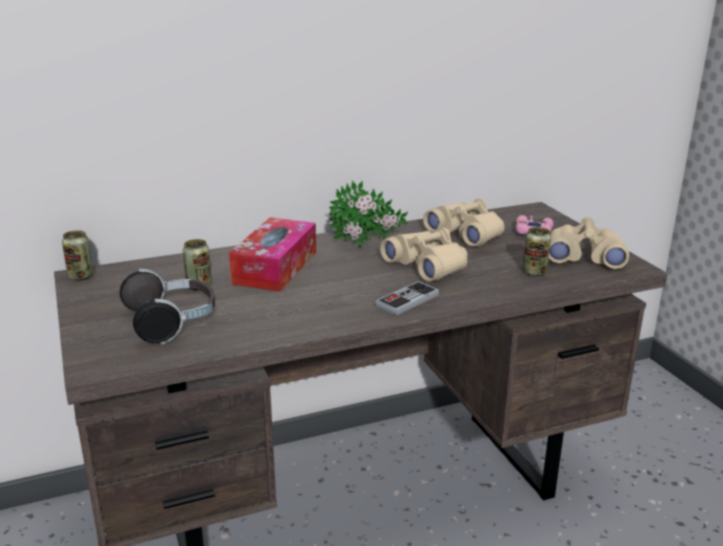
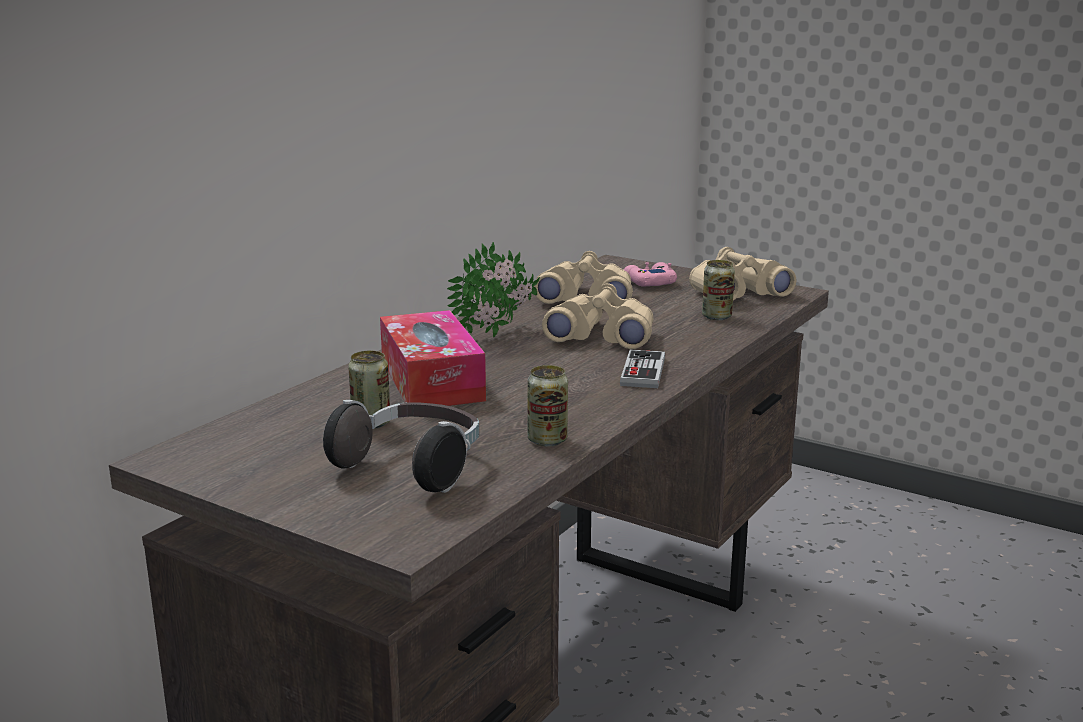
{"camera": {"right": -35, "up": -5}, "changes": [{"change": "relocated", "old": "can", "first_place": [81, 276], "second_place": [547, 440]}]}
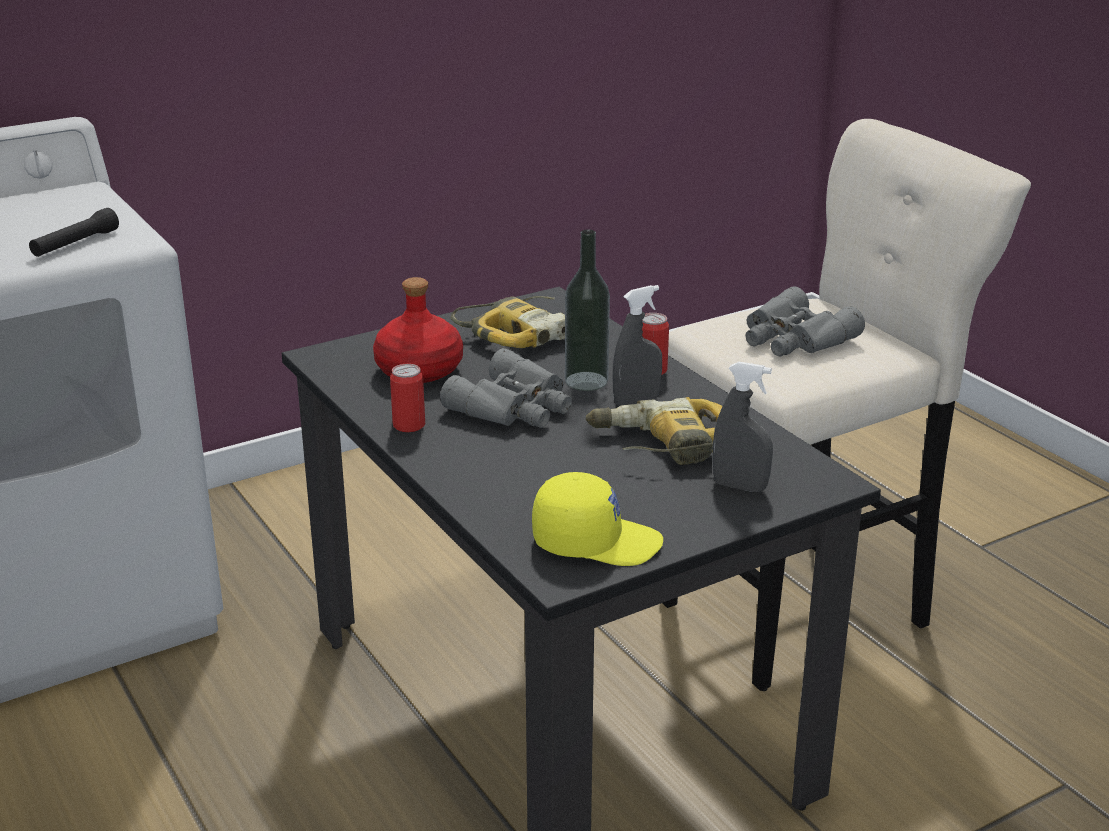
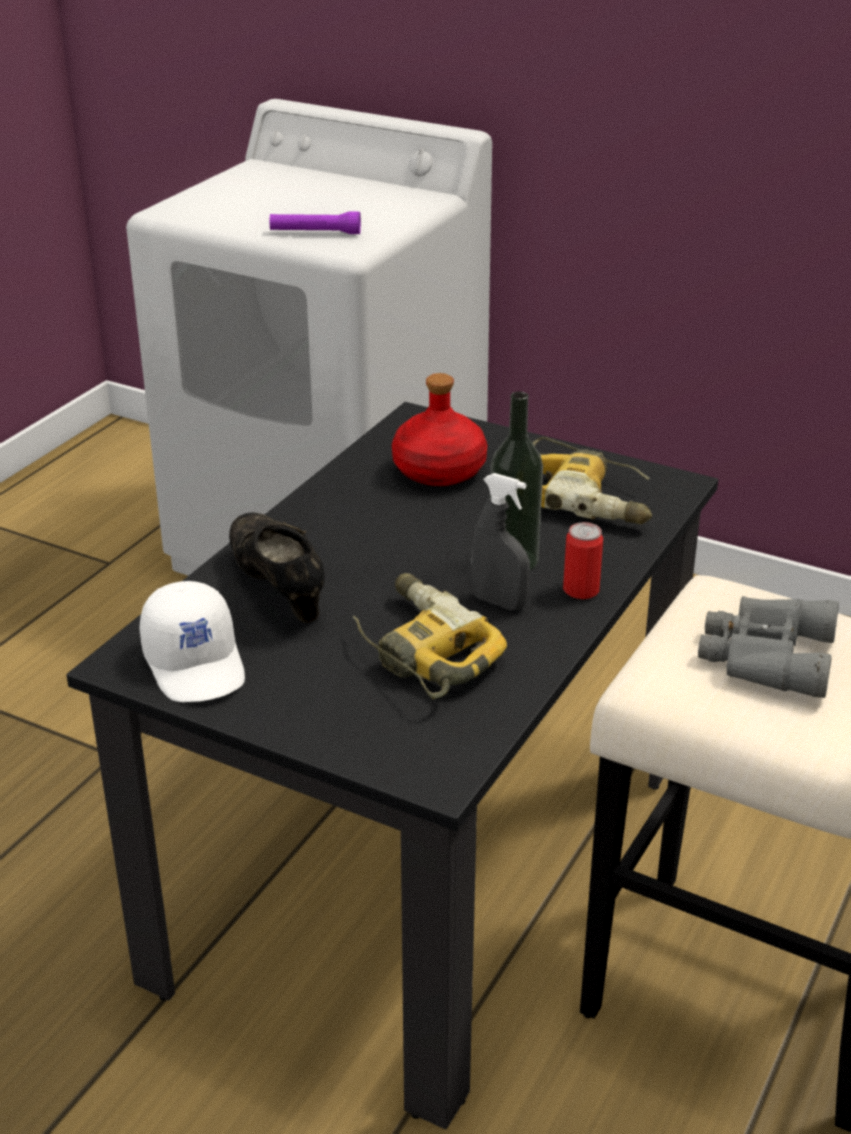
{"camera": {"right": 60, "up": 5}, "changes": [{"change": "colour", "old": "black flashlight", "new": "purple flashlight", "first_place": [75, 244], "second_place": [315, 233]}, {"change": "missing", "old": "grey binoculars", "first_place": [515, 407]}, {"change": "missing", "old": "grey spray bottle", "first_place": [740, 486]}, {"change": "missing", "old": "can", "first_place": [409, 425]}, {"change": "colour", "old": "yellow cap", "new": "white cap", "first_place": [596, 541], "second_place": [196, 664]}, {"change": "appeared", "new": "black shoe", "second_place": [278, 588]}]}
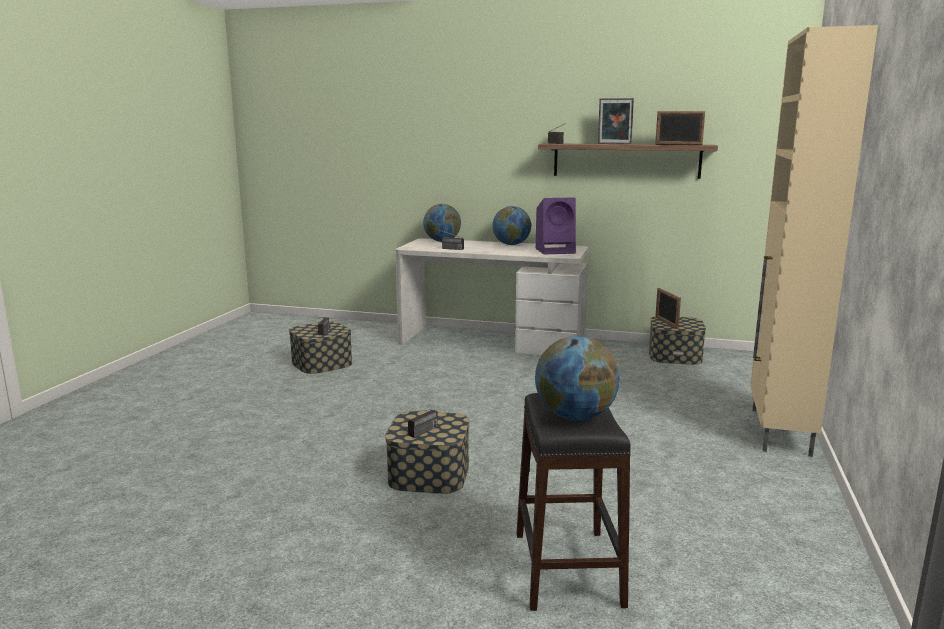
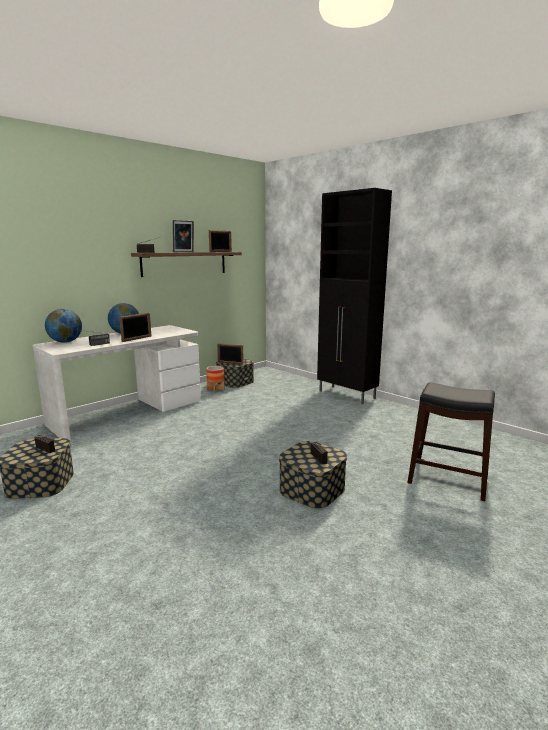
{"camera": {"right": -60, "up": 0}, "changes": [{"change": "colour", "old": "beige cabinet", "new": "black cabinet", "first_place": [779, 432], "second_place": [347, 395]}, {"change": "missing", "old": "purple speaker", "first_place": [556, 251]}, {"change": "missing", "old": "globe", "first_place": [575, 417]}, {"change": "appeared", "new": "picture frame", "second_place": [137, 339]}, {"change": "appeared", "new": "planter", "second_place": [215, 390]}]}
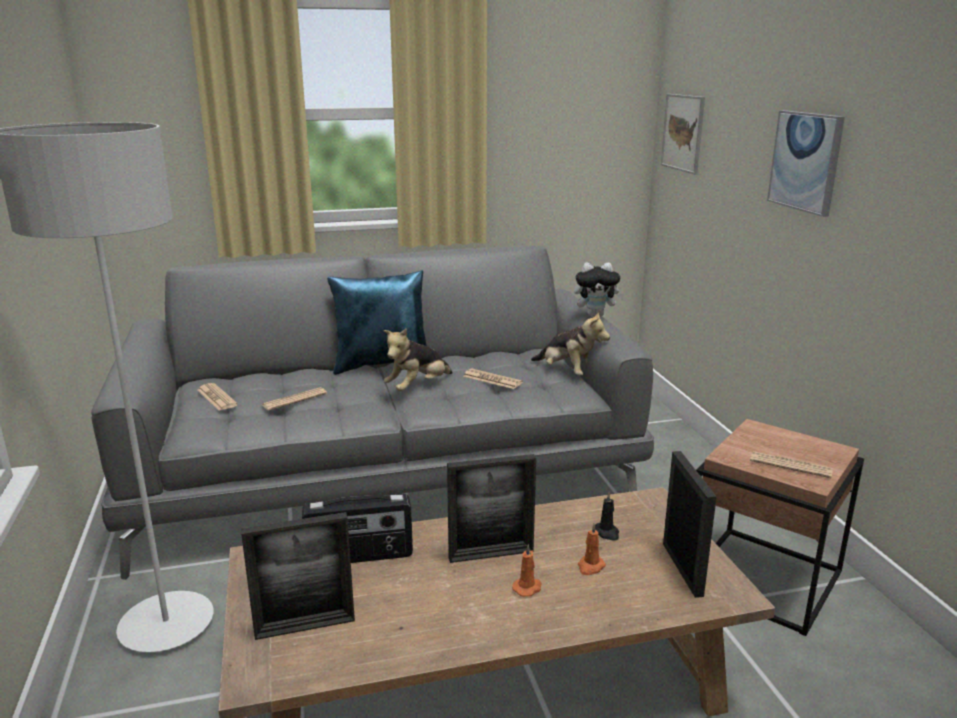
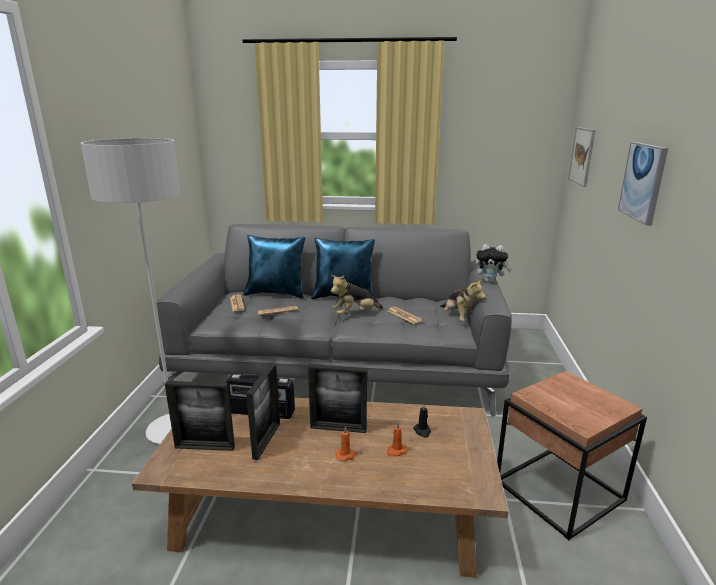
{"camera": {"right": 20, "up": 0}, "changes": [{"change": "relocated", "old": "picture frame", "first_place": [682, 569], "second_place": [266, 440]}, {"change": "missing", "old": "newspaper", "first_place": [790, 465]}, {"change": "appeared", "new": "blue pillow", "second_place": [276, 293]}]}
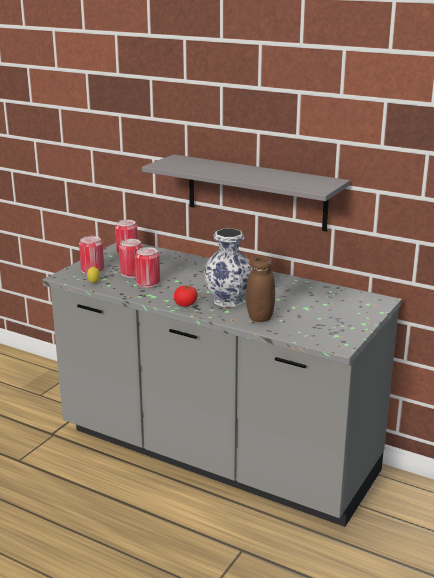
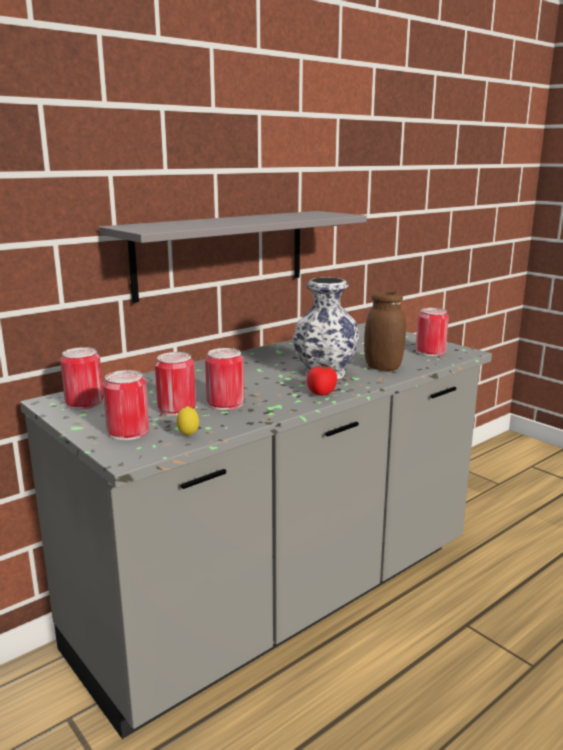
{"camera": {"right": -70, "up": -5}, "changes": [{"change": "appeared", "new": "can", "second_place": [430, 351]}]}
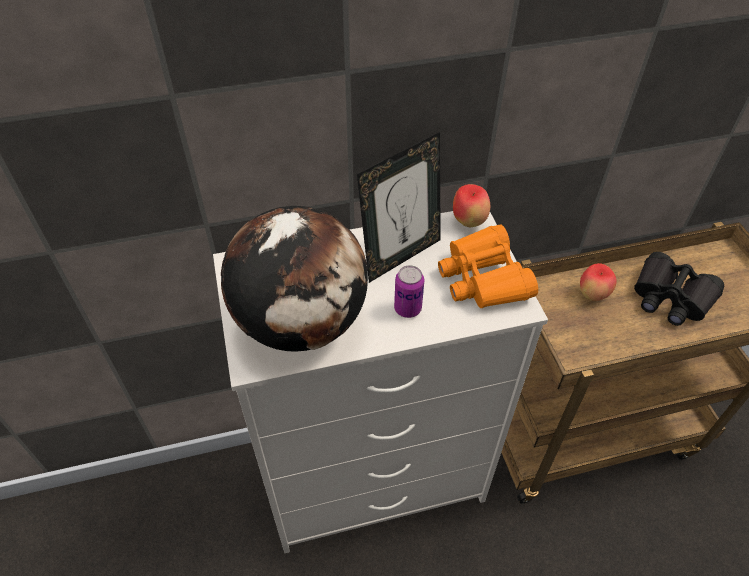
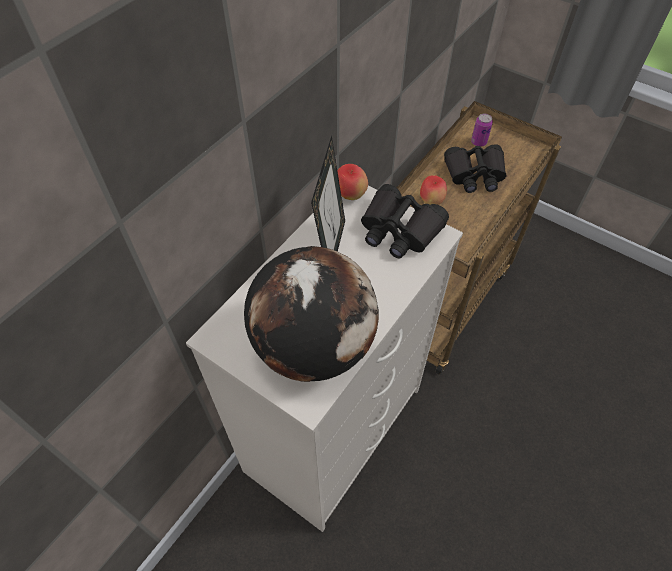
{"camera": {"right": -40, "up": 5}, "changes": [{"change": "colour", "old": "orange binoculars", "new": "black binoculars", "first_place": [483, 278], "second_place": [399, 230]}, {"change": "relocated", "old": "can", "first_place": [407, 308], "second_place": [478, 142]}]}
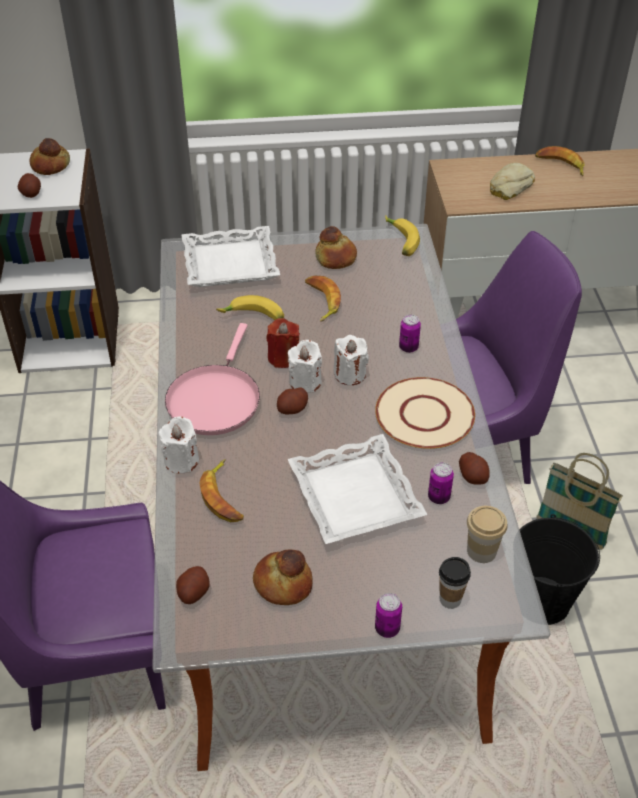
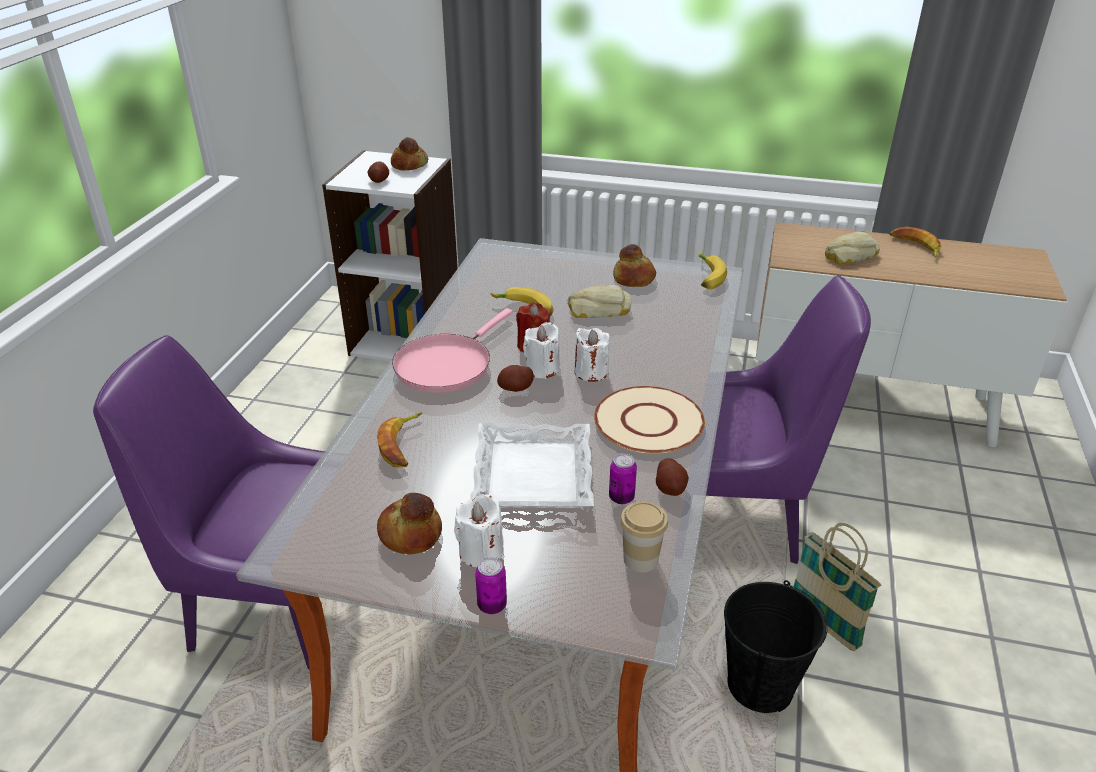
{"camera": {"right": 20, "up": -10}, "changes": [{"change": "missing", "old": "white tray", "first_place": [230, 263]}, {"change": "exchanged", "old": "banana", "new": "bread", "first_place": [321, 301], "second_place": [598, 309]}, {"change": "missing", "old": "can", "first_place": [408, 347]}, {"change": "relocated", "old": "white candle", "first_place": [181, 460], "second_place": [481, 552]}, {"change": "missing", "old": "cup", "first_place": [450, 599]}, {"change": "missing", "old": "potato", "first_place": [193, 592]}]}
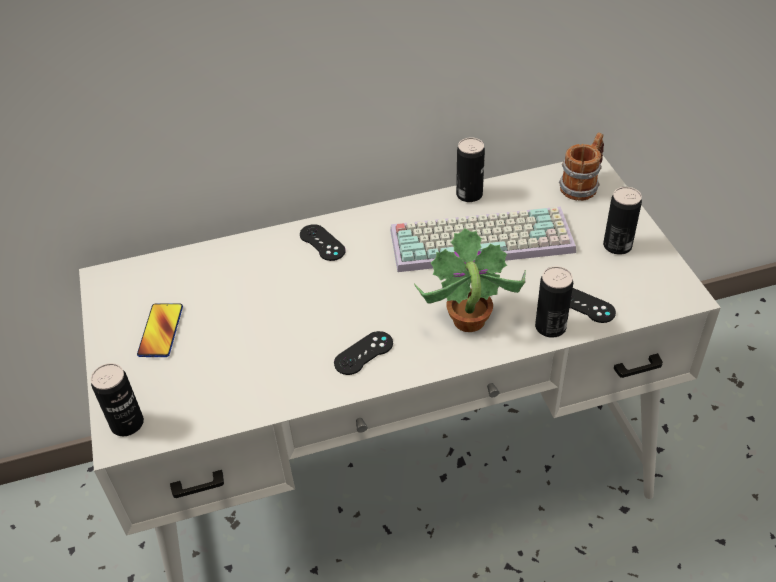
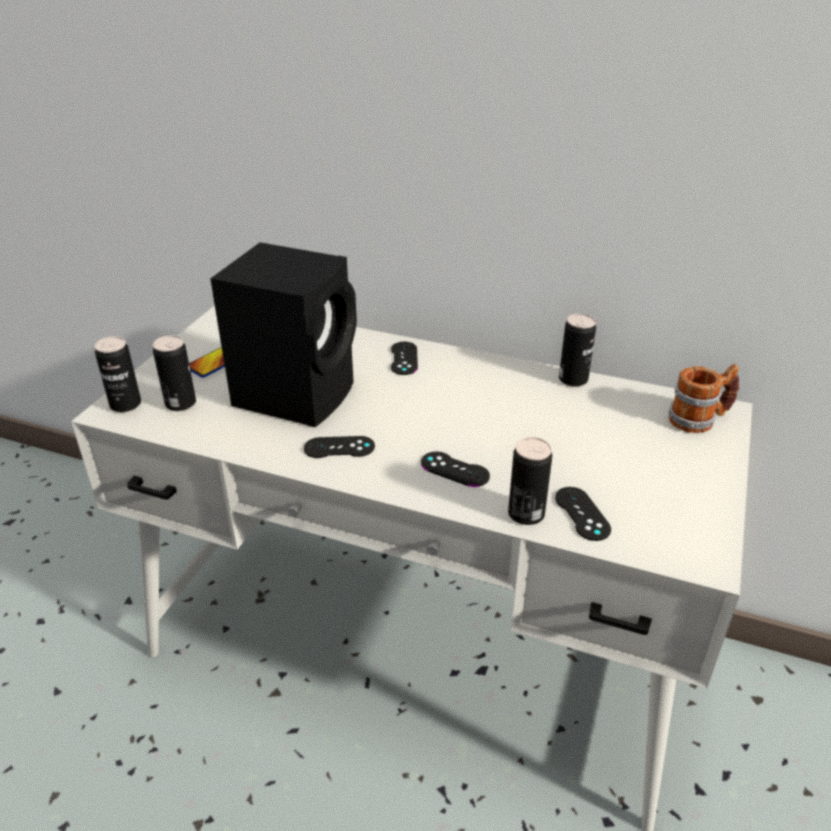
{"camera": {"right": 35, "up": -10}, "changes": [{"change": "relocated", "old": "can", "first_place": [617, 246], "second_place": [180, 403]}, {"change": "missing", "old": "keyboard", "first_place": [483, 238]}, {"change": "exchanged", "old": "potted plant", "new": "black game controller", "first_place": [468, 321], "second_place": [454, 469]}, {"change": "appeared", "new": "black speaker", "second_place": [297, 393]}]}
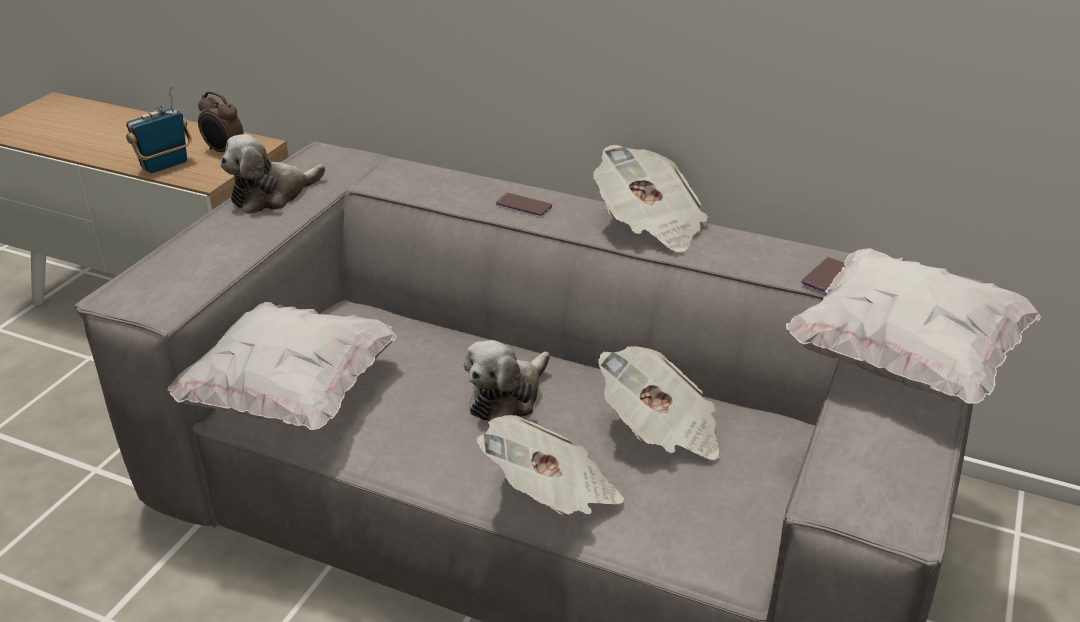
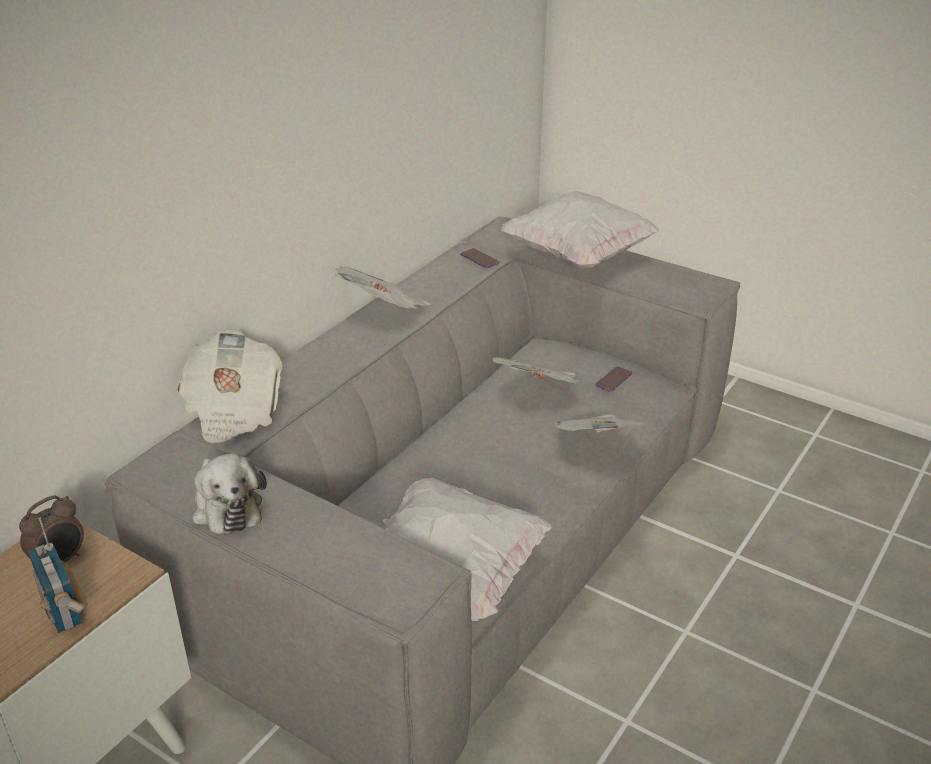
{"camera": {"right": -80, "up": 0}, "changes": [{"change": "relocated", "old": "phone", "first_place": [524, 205], "second_place": [613, 380]}, {"change": "missing", "old": "plush toy", "first_place": [507, 397]}, {"change": "appeared", "new": "newspaper", "second_place": [233, 410]}]}
